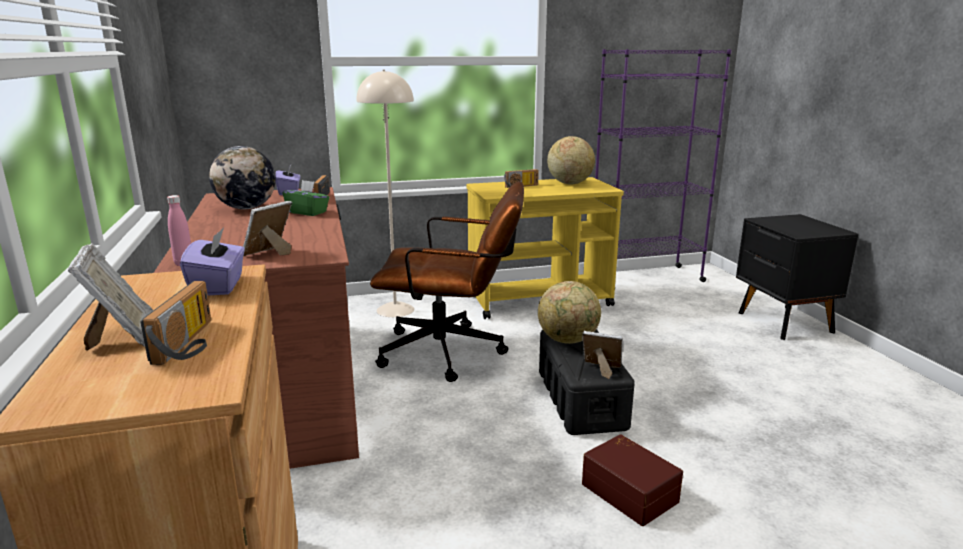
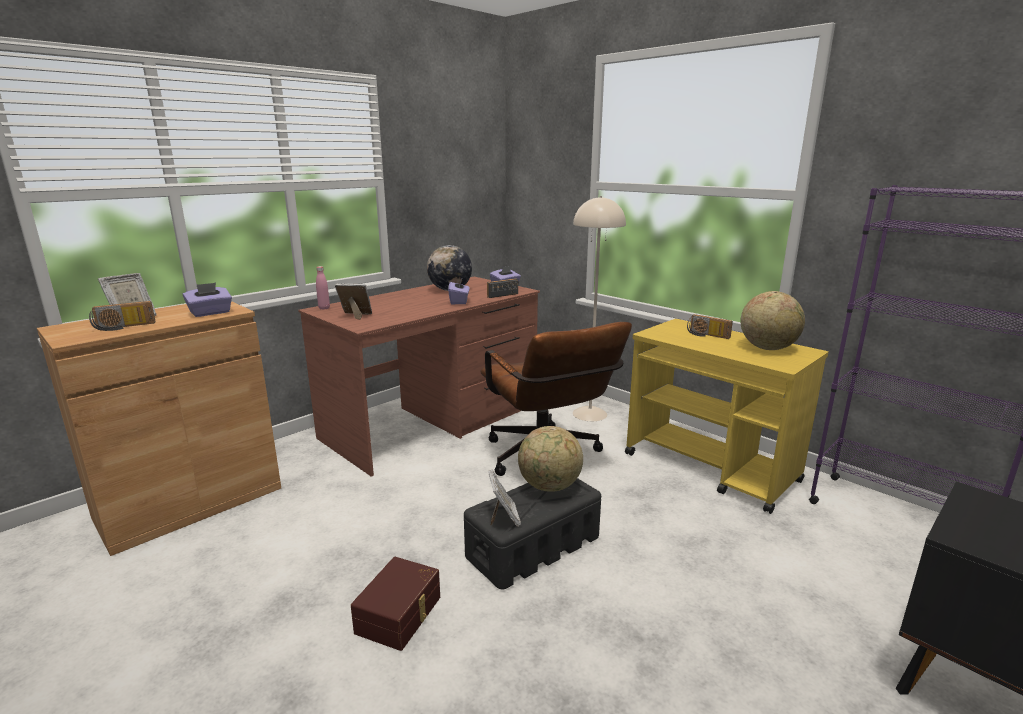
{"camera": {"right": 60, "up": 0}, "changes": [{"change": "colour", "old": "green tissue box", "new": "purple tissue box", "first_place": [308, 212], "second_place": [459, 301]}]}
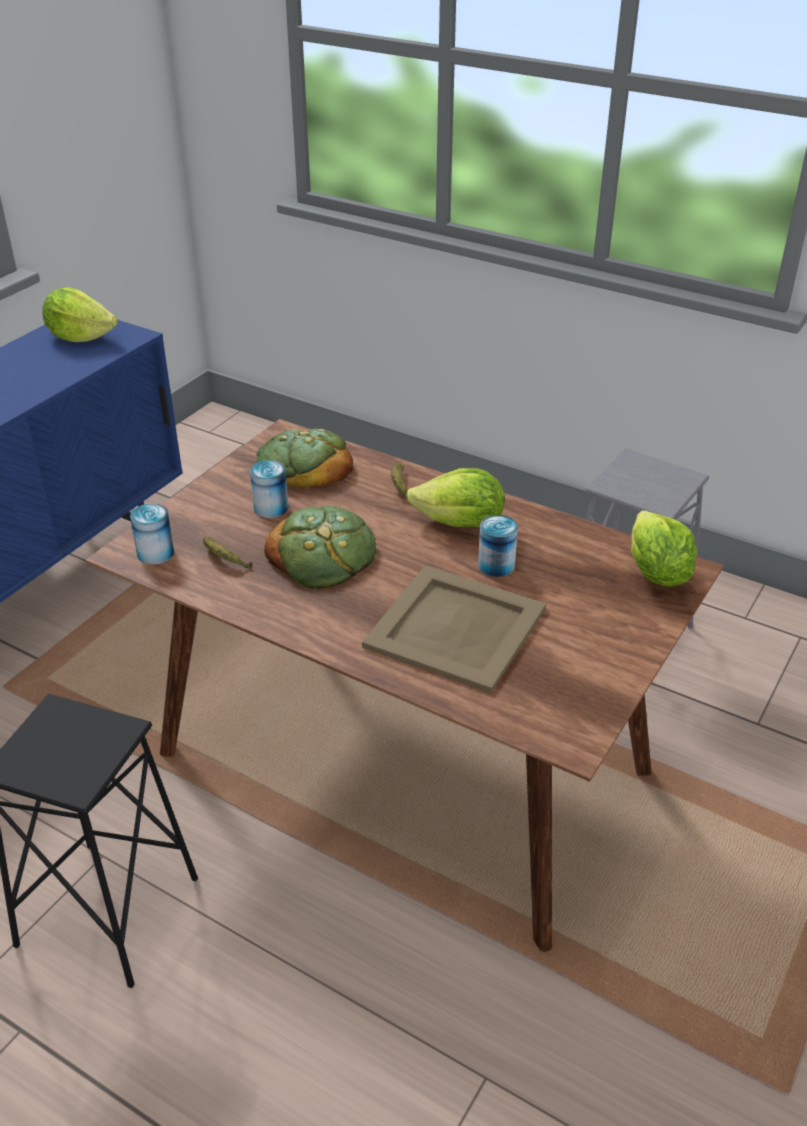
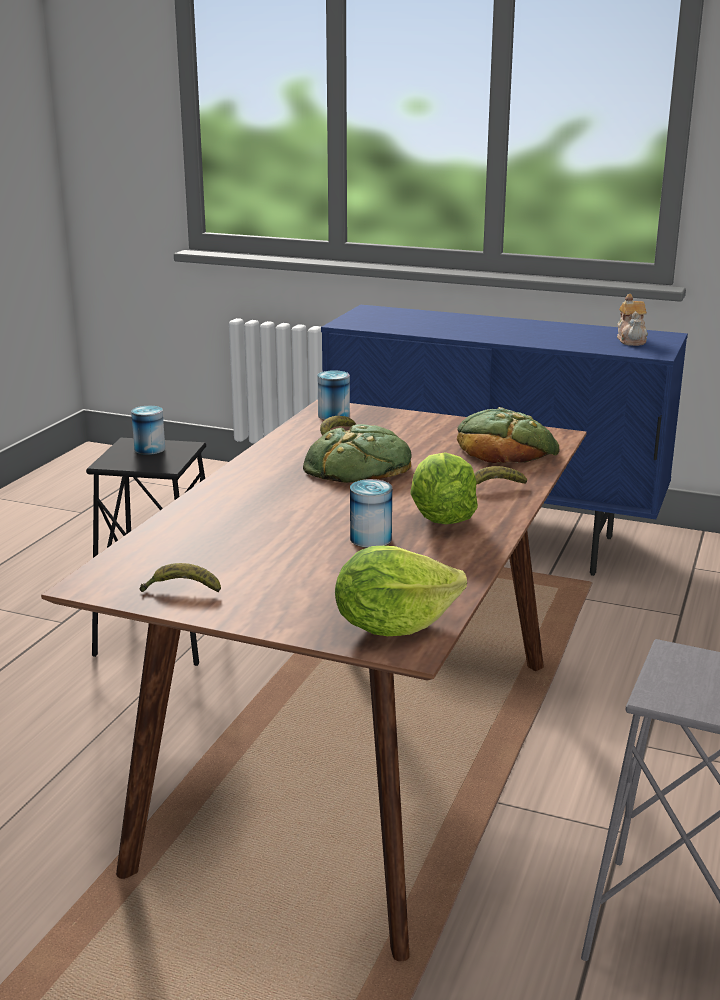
{"camera": {"right": 80, "up": -15}, "changes": [{"change": "exchanged", "old": "lettuce", "new": "teapot", "first_place": [80, 337], "second_place": [631, 340]}, {"change": "relocated", "old": "can", "first_place": [271, 508], "second_place": [149, 449]}, {"change": "missing", "old": "beige tray", "first_place": [454, 628]}, {"change": "appeared", "new": "banana", "second_place": [182, 589]}]}
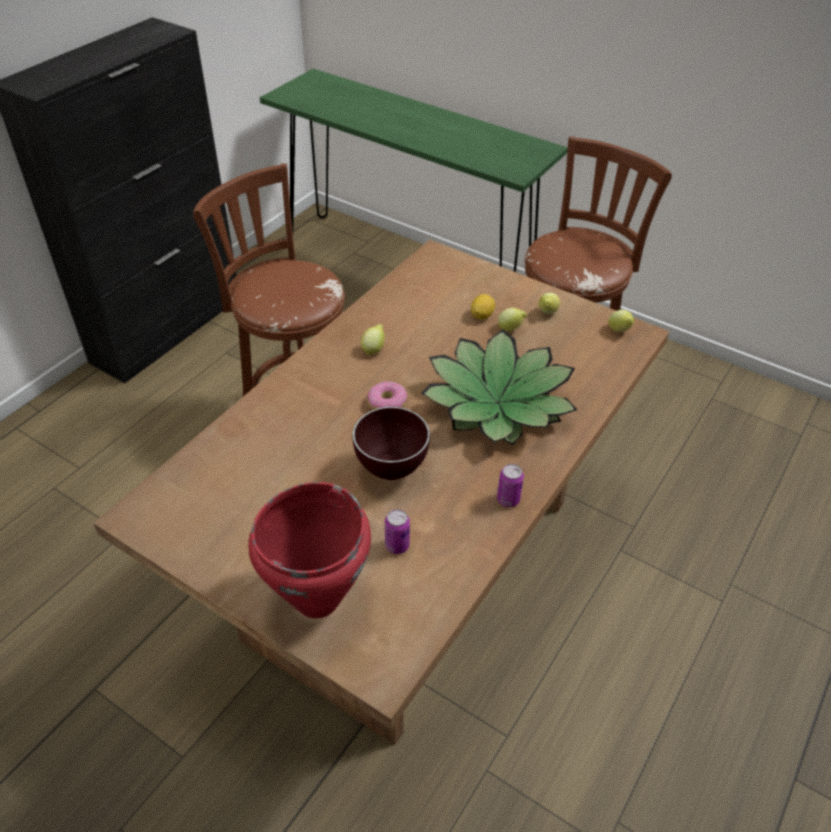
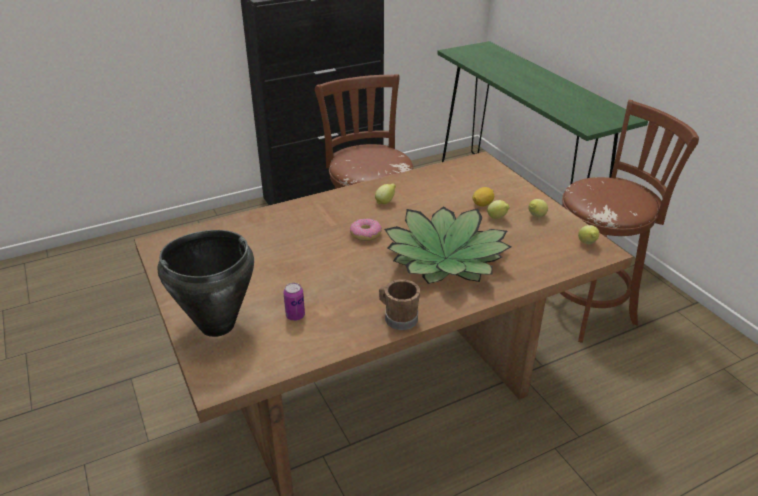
{"camera": {"right": 30, "up": -10}, "changes": [{"change": "missing", "old": "brown bowl", "first_place": [393, 469]}, {"change": "exchanged", "old": "can", "new": "brown mug", "first_place": [508, 499], "second_place": [398, 318]}, {"change": "colour", "old": "red cooking pot", "new": "black cooking pot", "first_place": [316, 599], "second_place": [216, 325]}]}
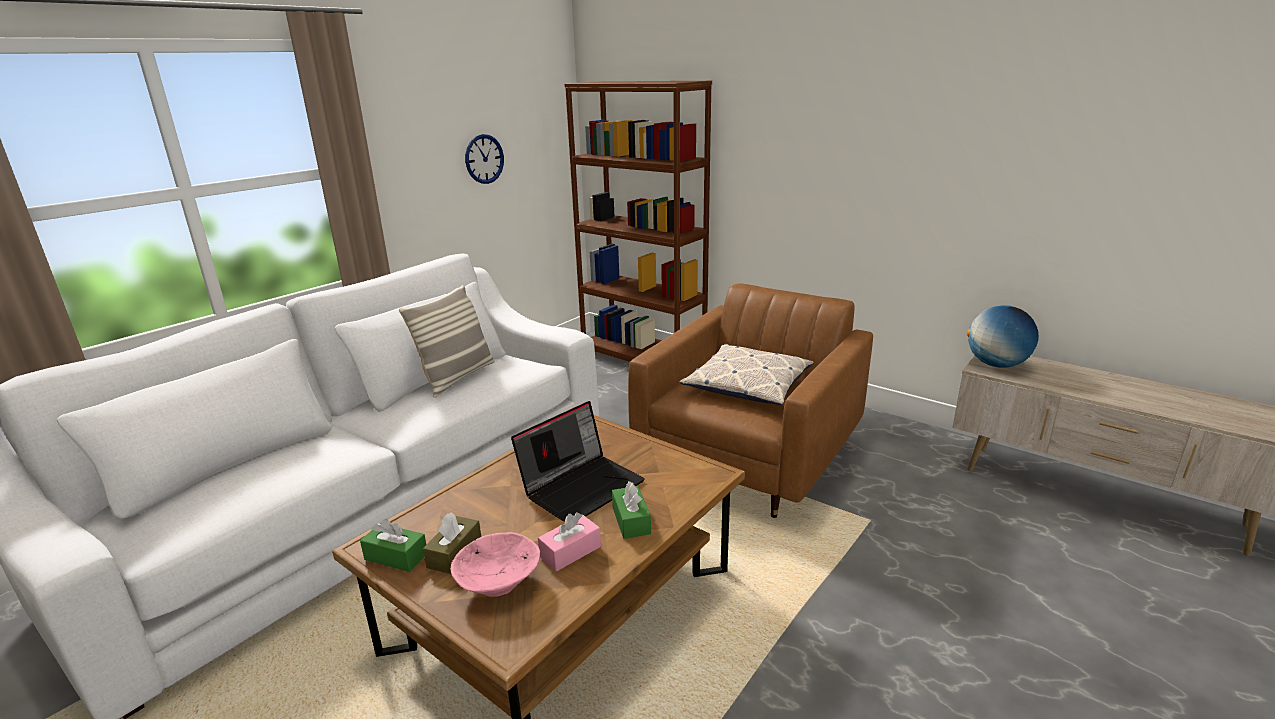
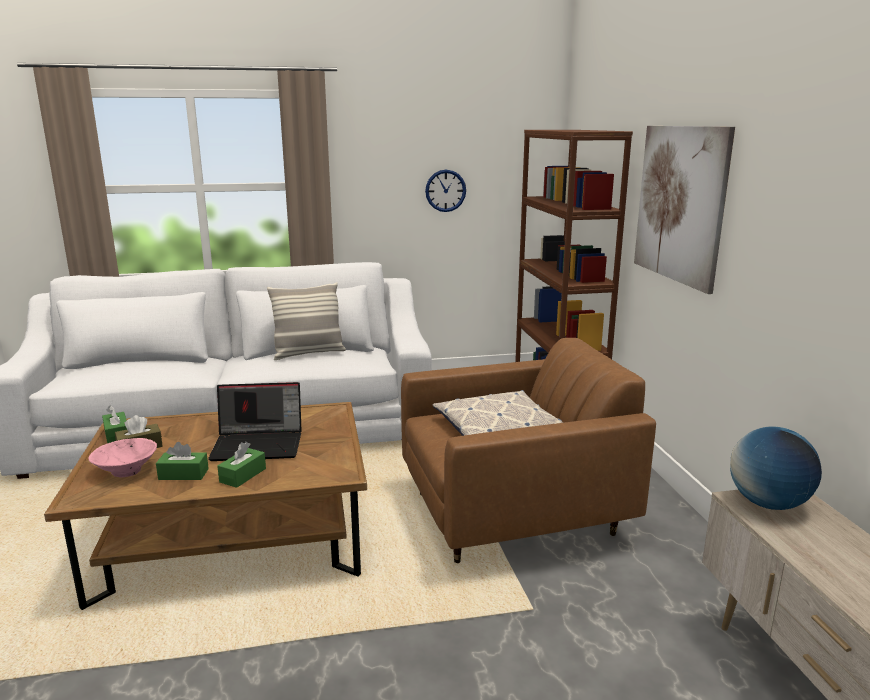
{"camera": {"right": 40, "up": -5}, "changes": [{"change": "colour", "old": "pink tissue box", "new": "green tissue box", "first_place": [570, 551], "second_place": [183, 474]}, {"change": "appeared", "new": "picture", "second_place": [680, 204]}]}
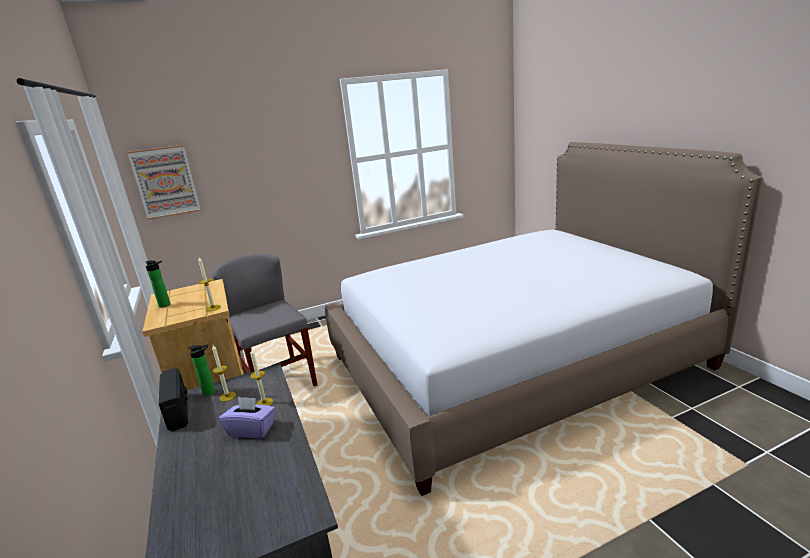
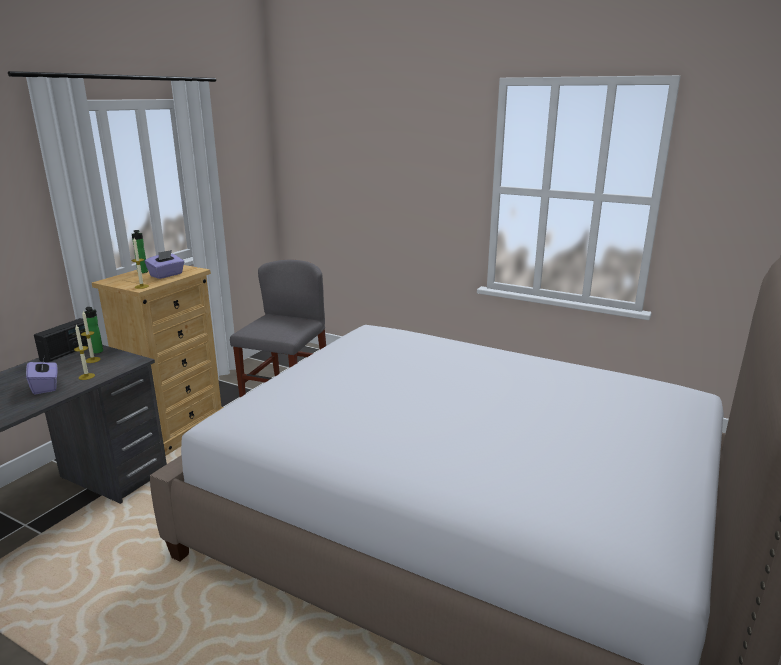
{"camera": {"right": 50, "up": 0}, "changes": [{"change": "missing", "old": "picture", "first_place": [165, 182]}, {"change": "appeared", "new": "purple tissue box", "second_place": [166, 275]}]}
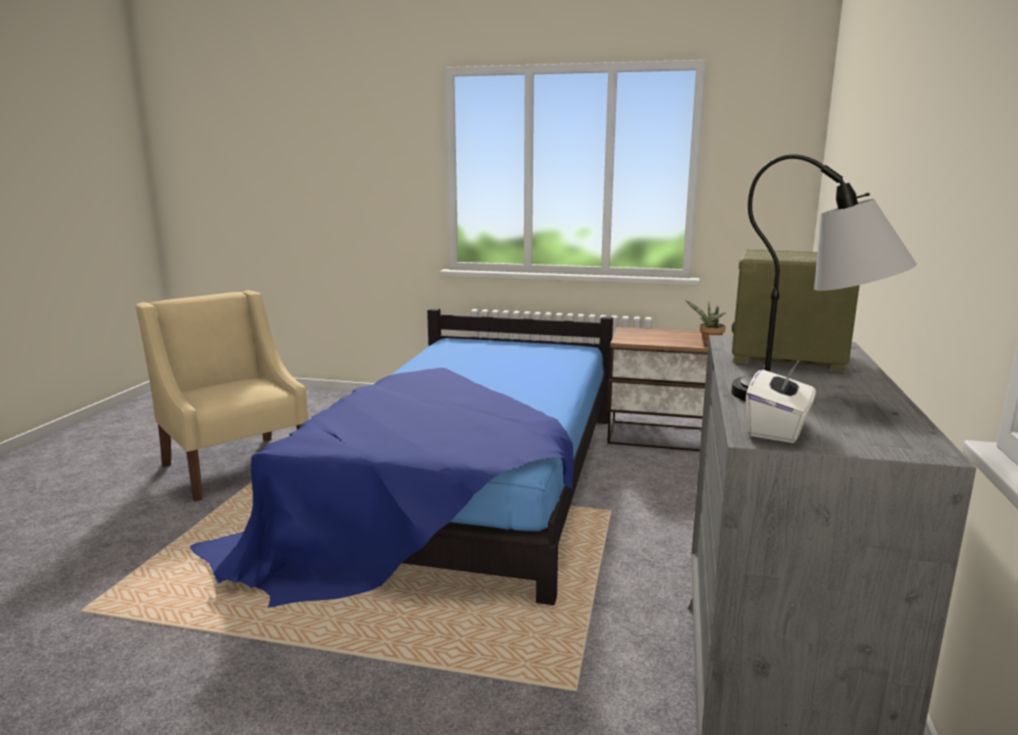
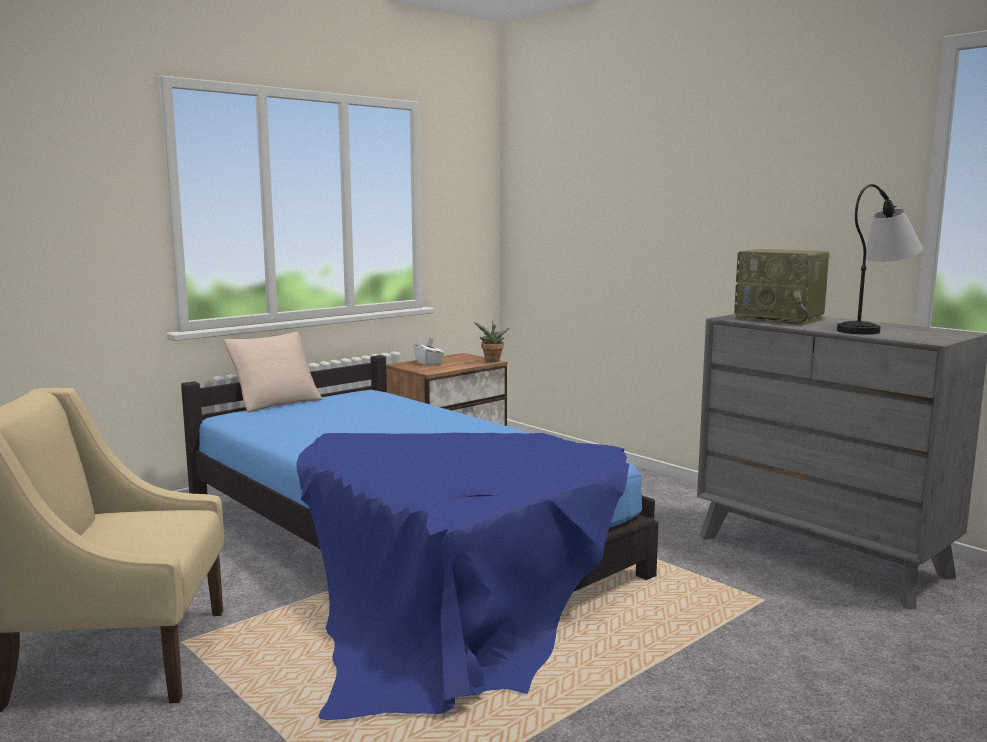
{"camera": {"right": -55, "up": -5}, "changes": [{"change": "spun", "old": "radio", "first_place": [784, 356], "second_place": [781, 319], "degrees": -105}, {"change": "relocated", "old": "white tissue box", "first_place": [778, 429], "second_place": [429, 363]}, {"change": "appeared", "new": "beige pillow", "second_place": [275, 402]}]}
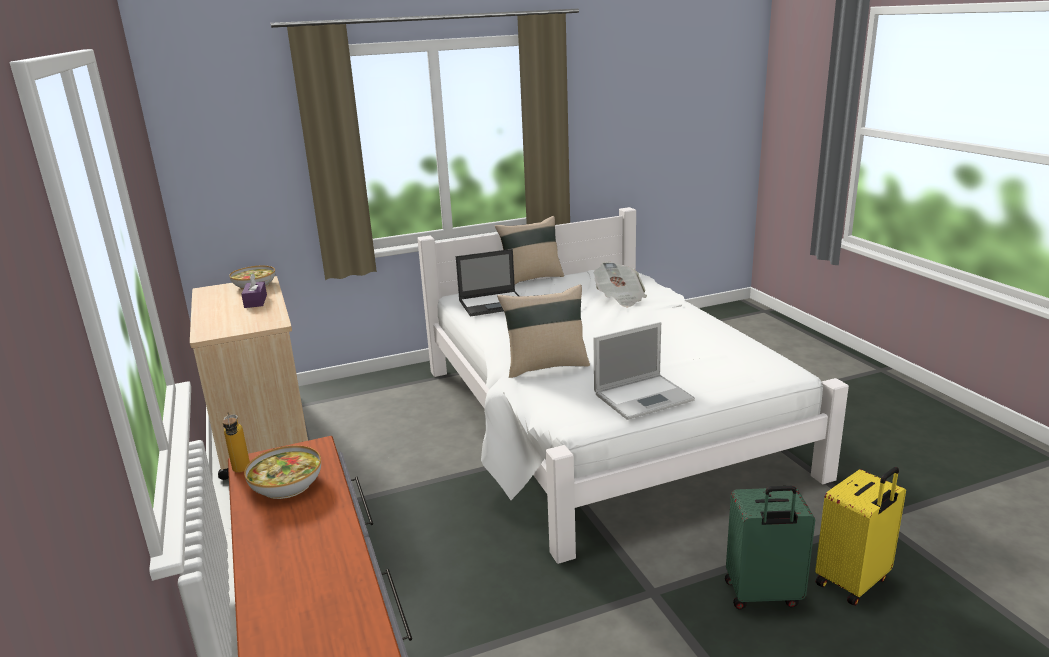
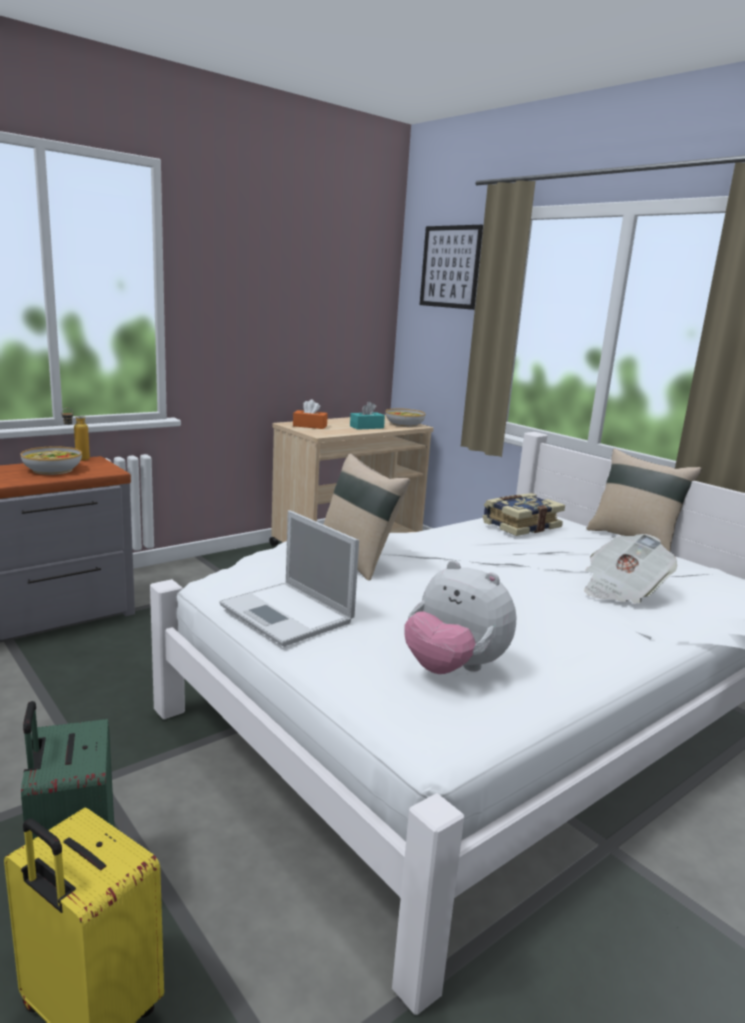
{"camera": {"right": 70, "up": -5}, "changes": [{"change": "exchanged", "old": "laptop", "new": "book", "first_place": [493, 304], "second_place": [520, 525]}, {"change": "colour", "old": "purple tissue box", "new": "turquoise tissue box", "first_place": [255, 301], "second_place": [366, 427]}, {"change": "appeared", "new": "picture", "second_place": [450, 267]}, {"change": "appeared", "new": "orange tissue box", "second_place": [310, 426]}, {"change": "appeared", "new": "plush toy", "second_place": [454, 668]}]}
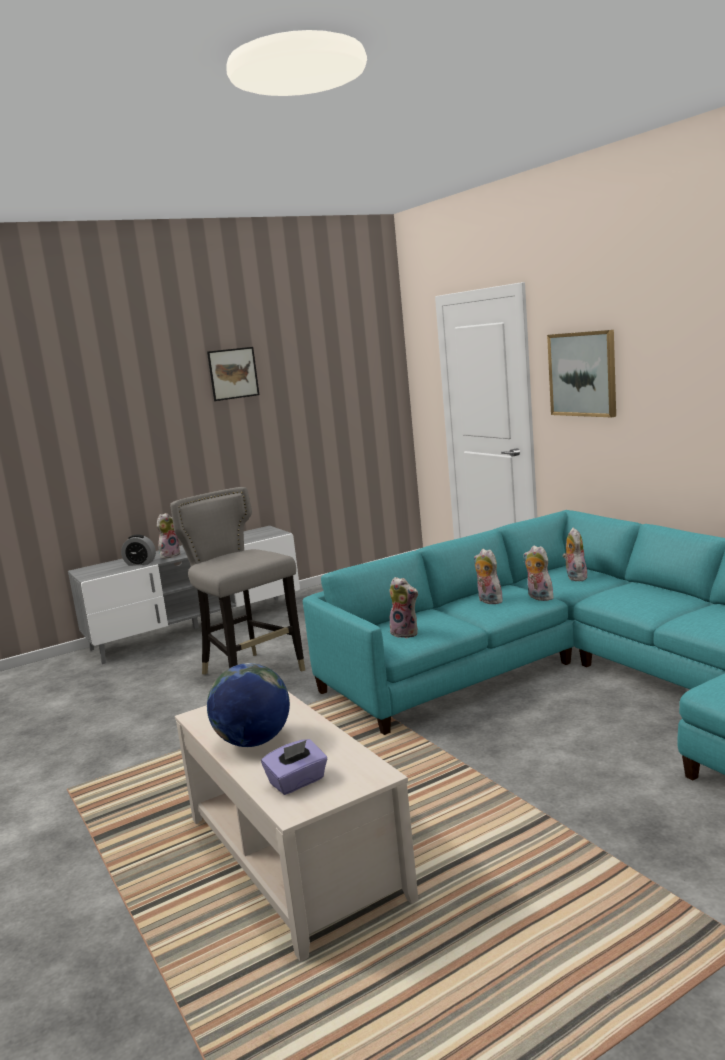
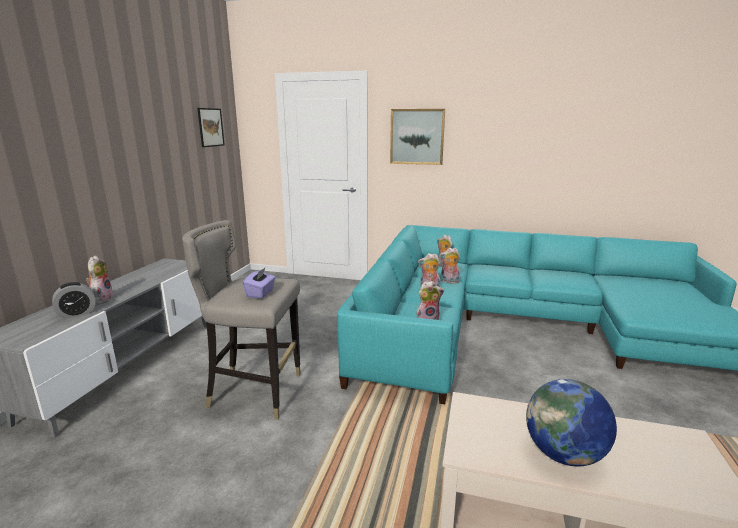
{"camera": {"right": -45, "up": 5}, "changes": [{"change": "relocated", "old": "picture", "first_place": [233, 373], "second_place": [210, 127]}, {"change": "relocated", "old": "purple tissue box", "first_place": [297, 782], "second_place": [260, 293]}]}
